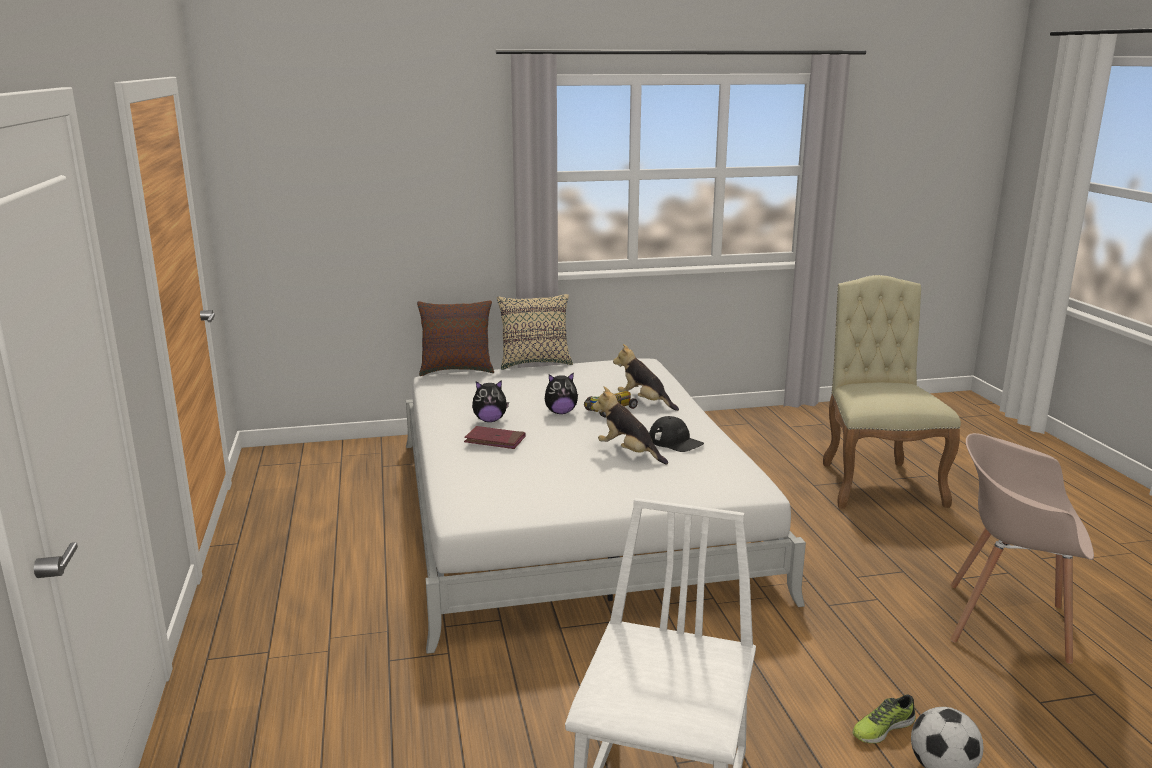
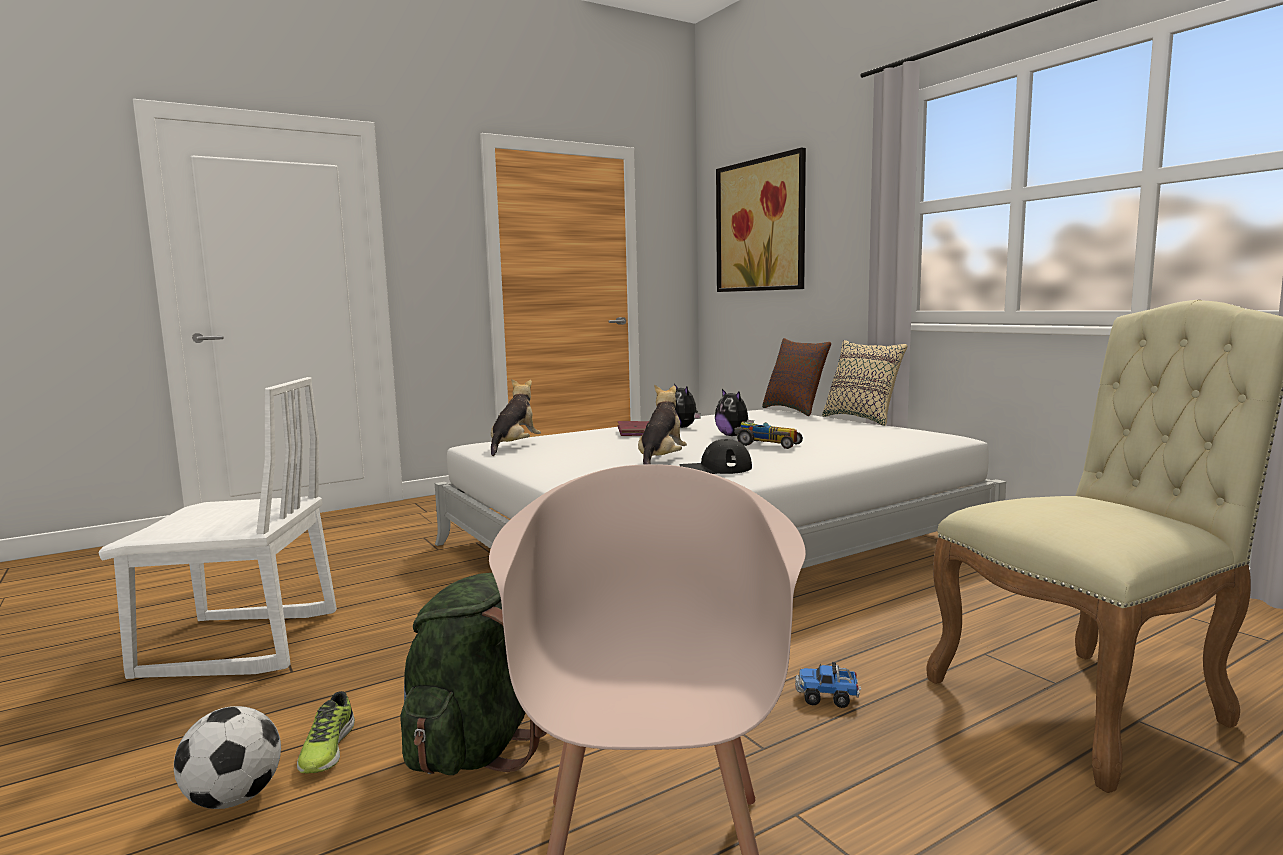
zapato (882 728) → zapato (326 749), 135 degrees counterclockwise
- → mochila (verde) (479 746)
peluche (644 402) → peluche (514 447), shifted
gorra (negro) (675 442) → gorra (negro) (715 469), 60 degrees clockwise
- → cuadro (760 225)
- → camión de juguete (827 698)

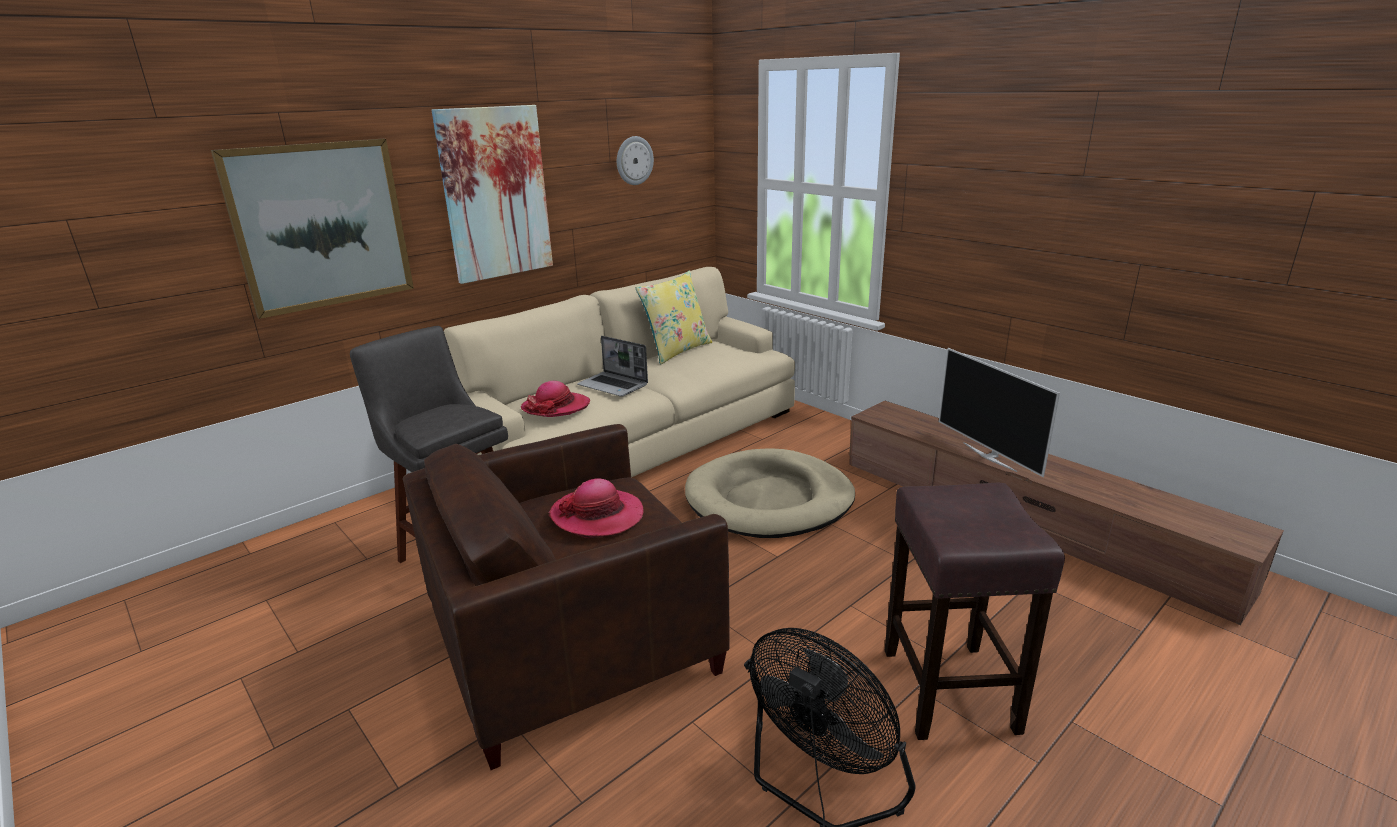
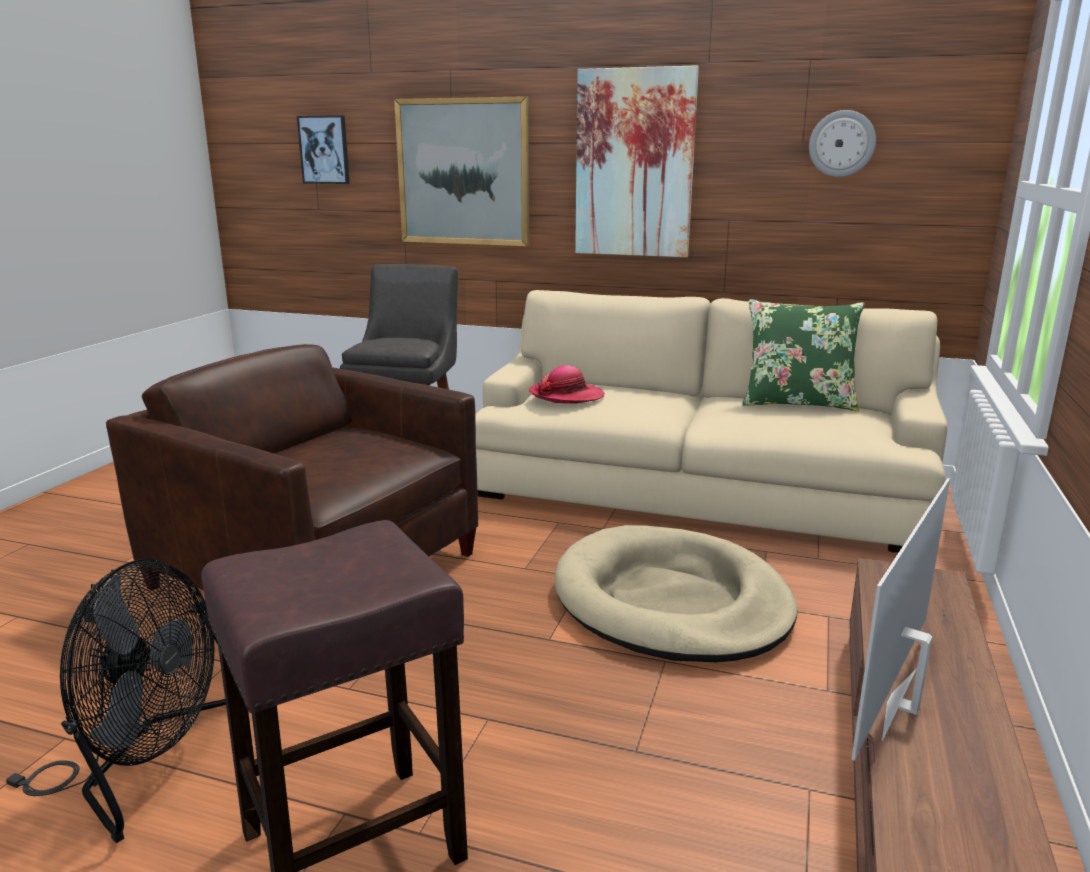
- → cuadro (324 150)
cojín (amarillo) (676 350) → cojín (verde) (797 403)
sombrero (597 516) → -
portátil (614 385) → -

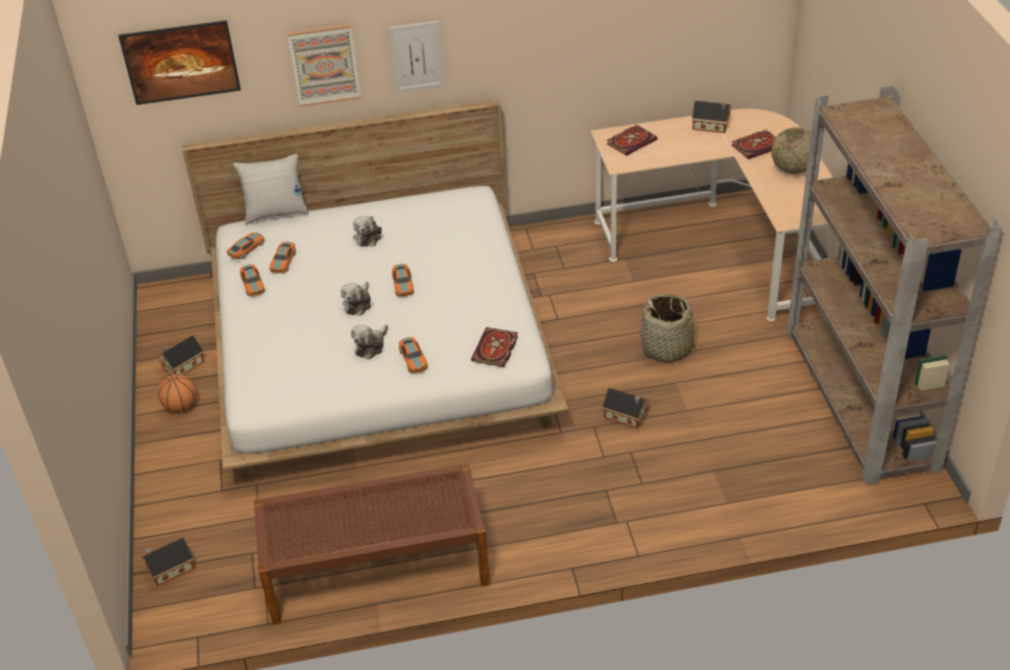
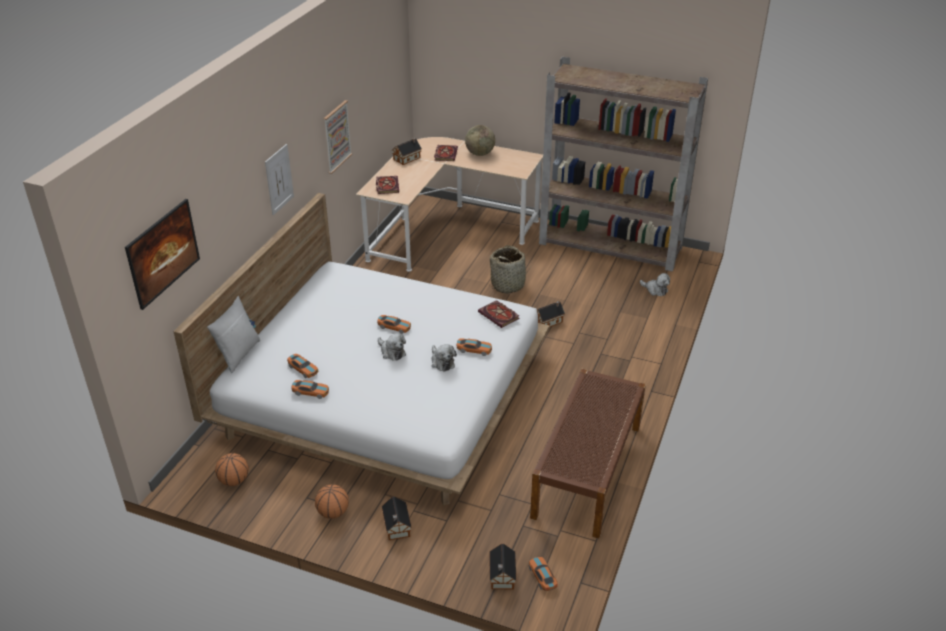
- → balón de baloncesto (234 481)
cuadro (324 64) → cuadro (337 136), shifted
casita (182 365) → casita (396 527), shifted
coche de juguete (246 249) → coche de juguete (542 576), shifted
peluche (368 236) → peluche (655 290), shifted

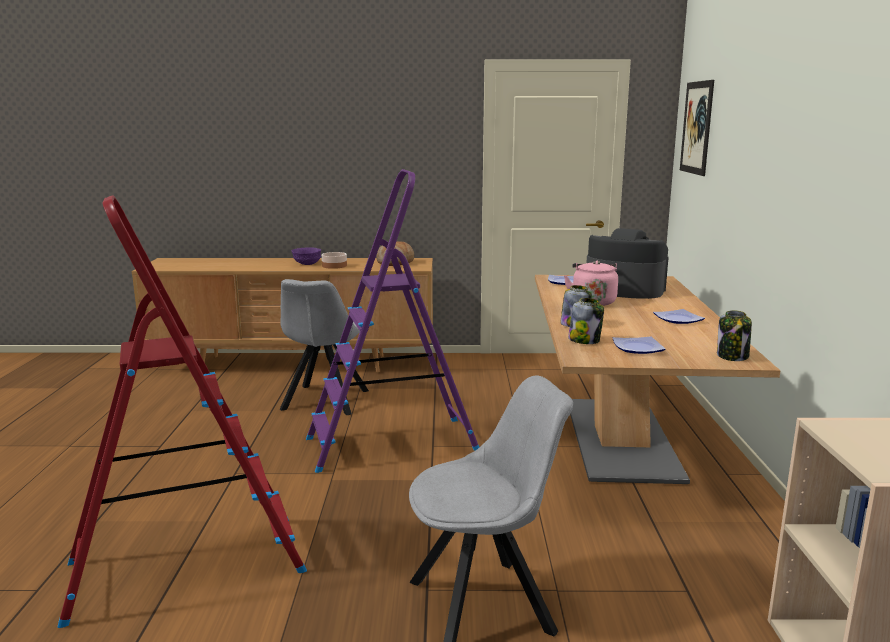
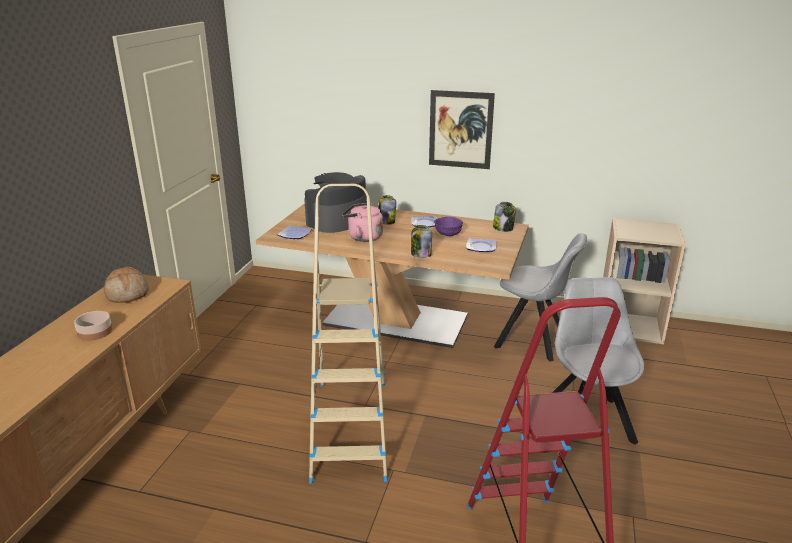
escalera de tijera (morado) (390 444) → escalera de tijera (beis) (351 428)
tarro (584 340) → tarro (386 221), shifted
cuadro (696 127) → cuadro (460 130), shifted
cuenco (morado) (307 263) → cuenco (morado) (447 234), shifted
silla (gris) (324 401) → silla (gris) (532 340), shifted

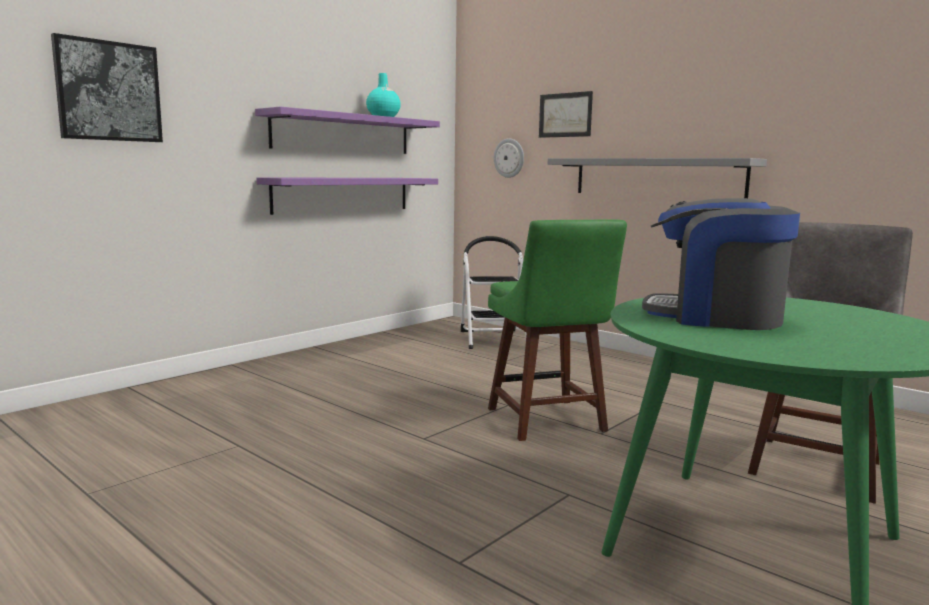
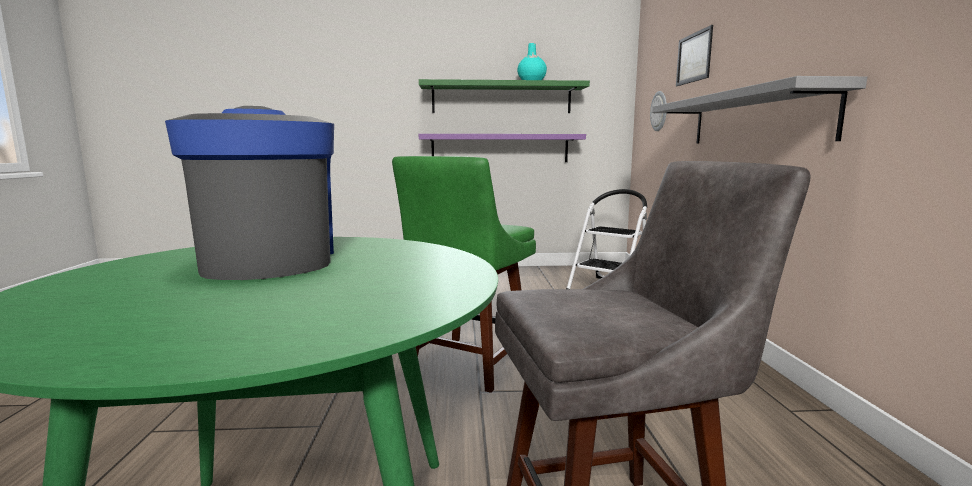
estante (morado) (343 133) → estante (verde) (501 98)
cuadro (108 91) → -

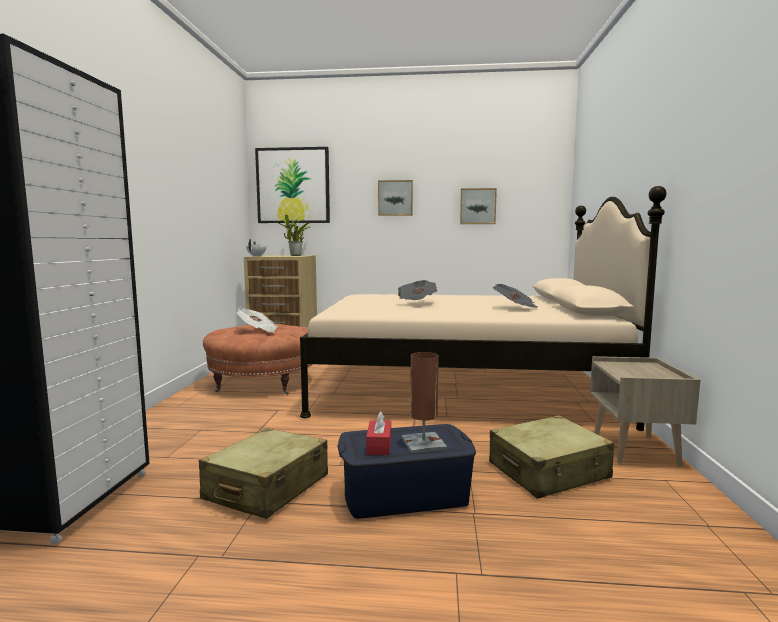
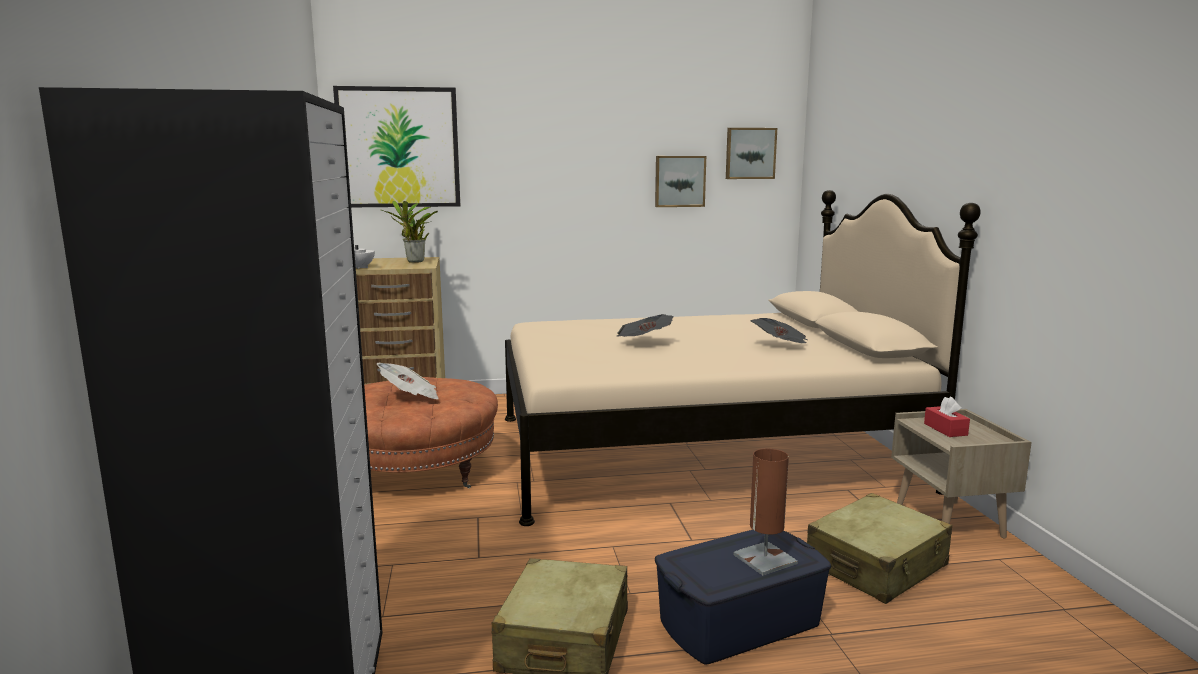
cuadro (395 198) → cuadro (750 153), shifted
caja de pañuelos (rojo) (379 445) → caja de pañuelos (rojo) (945 429), shifted

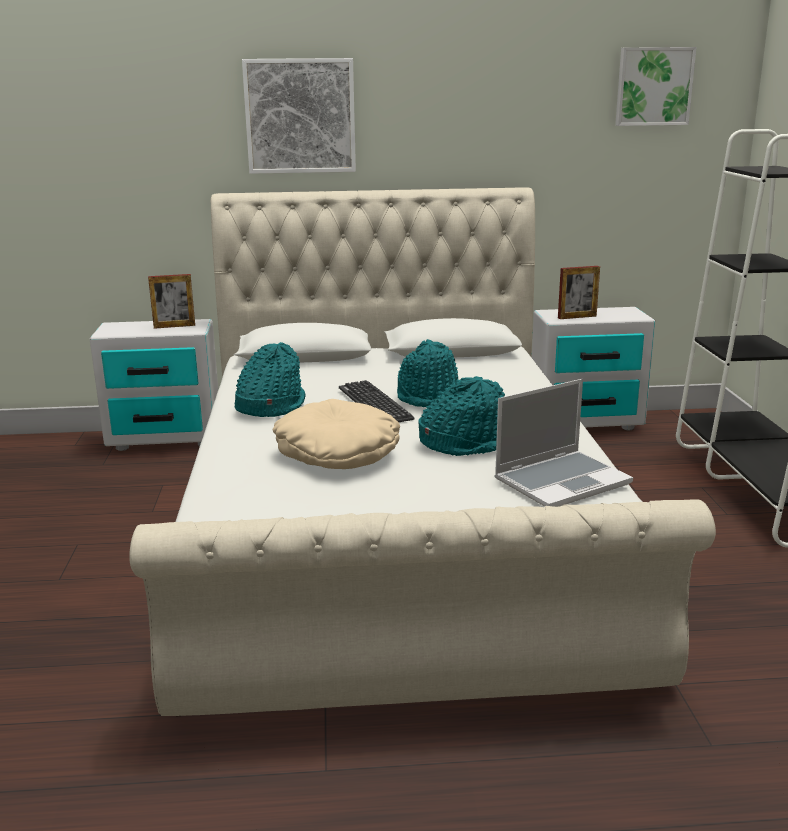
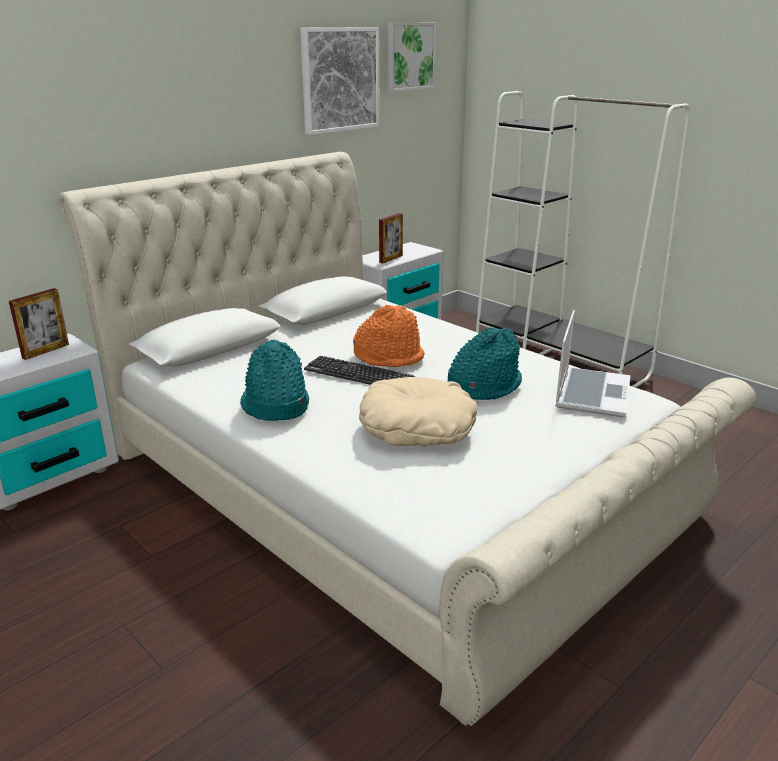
cuadro (300 116) → cuadro (340 80), shifted
sombrero (turquesa) (430 398) → sombrero (naranja) (389 356)

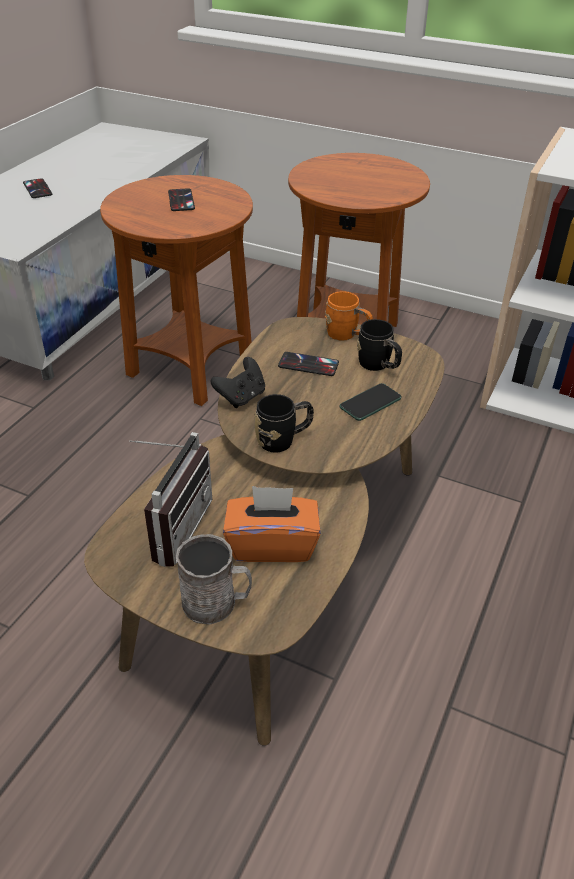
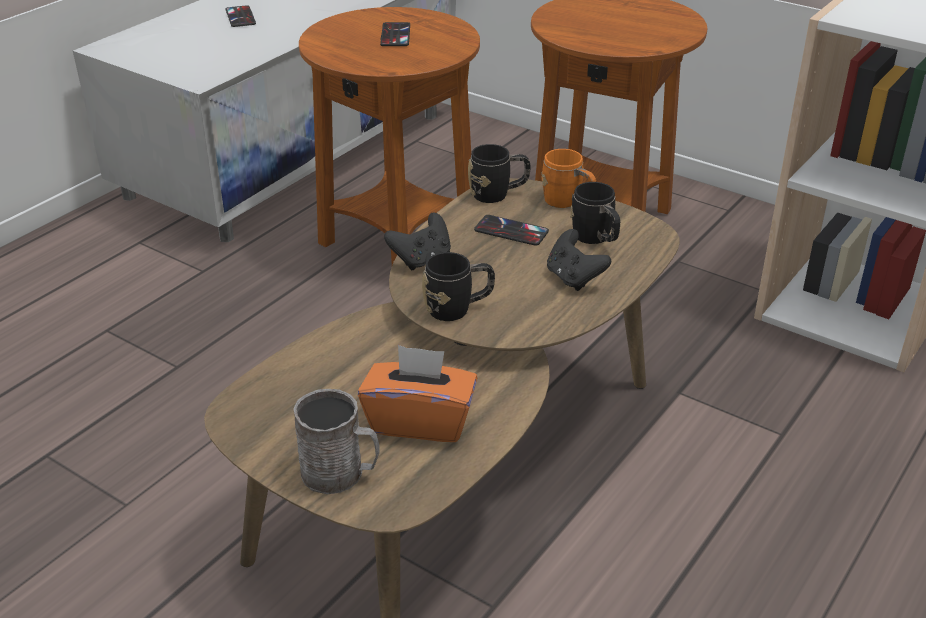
- → taza grande (negro) (498 194)
móvil (370 403) → mando de consola (negro) (574 278)
radio (172 527) → -

